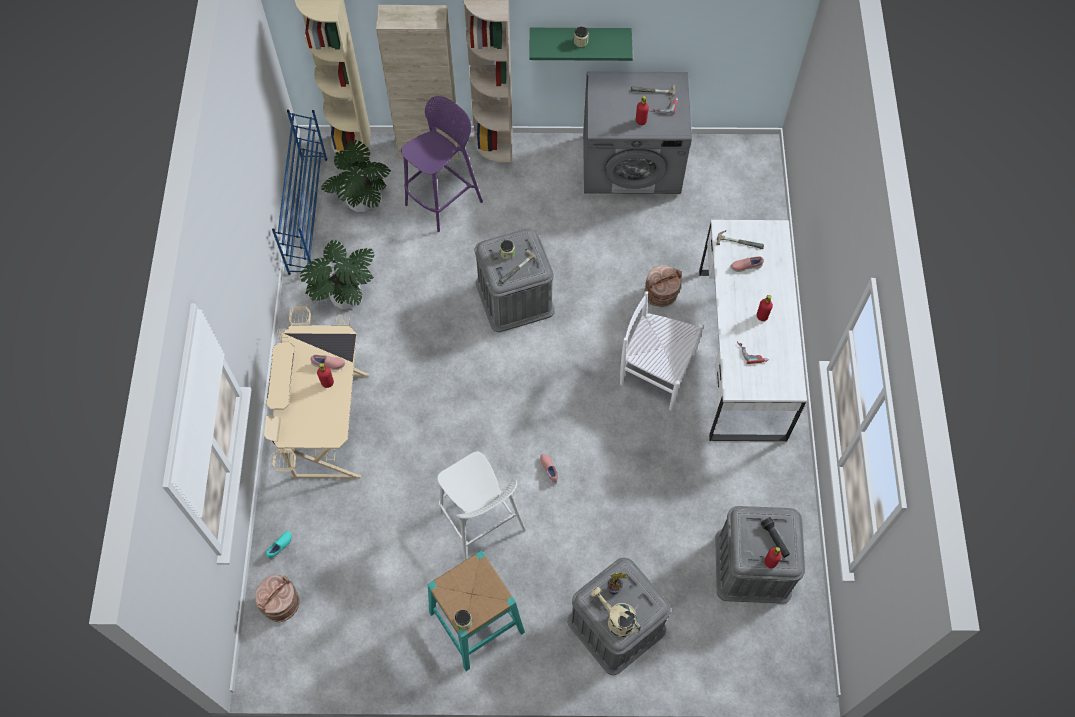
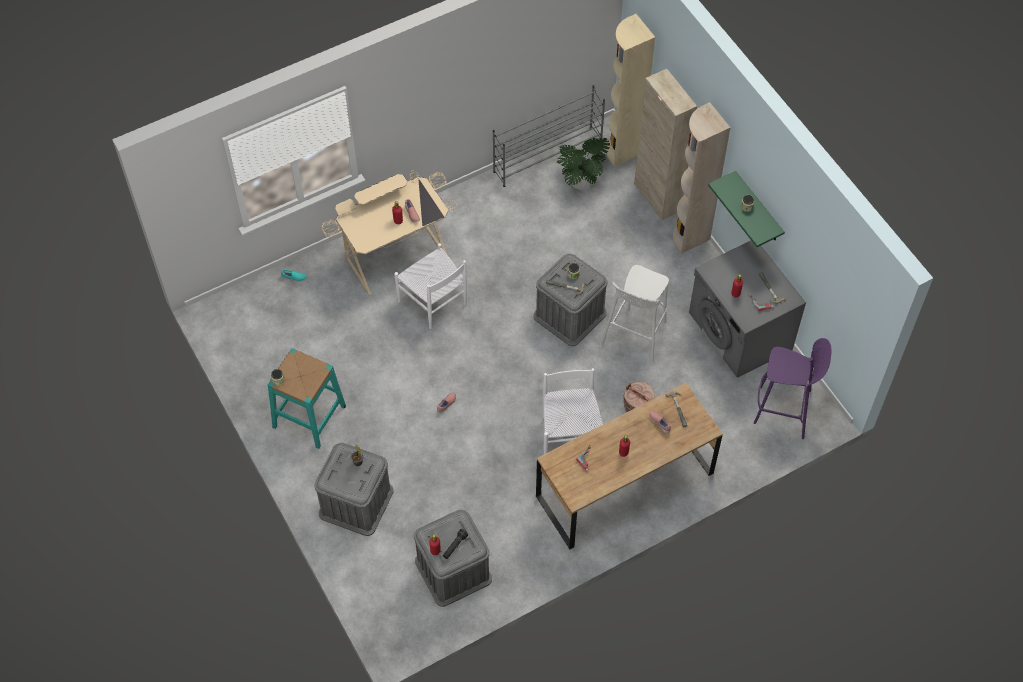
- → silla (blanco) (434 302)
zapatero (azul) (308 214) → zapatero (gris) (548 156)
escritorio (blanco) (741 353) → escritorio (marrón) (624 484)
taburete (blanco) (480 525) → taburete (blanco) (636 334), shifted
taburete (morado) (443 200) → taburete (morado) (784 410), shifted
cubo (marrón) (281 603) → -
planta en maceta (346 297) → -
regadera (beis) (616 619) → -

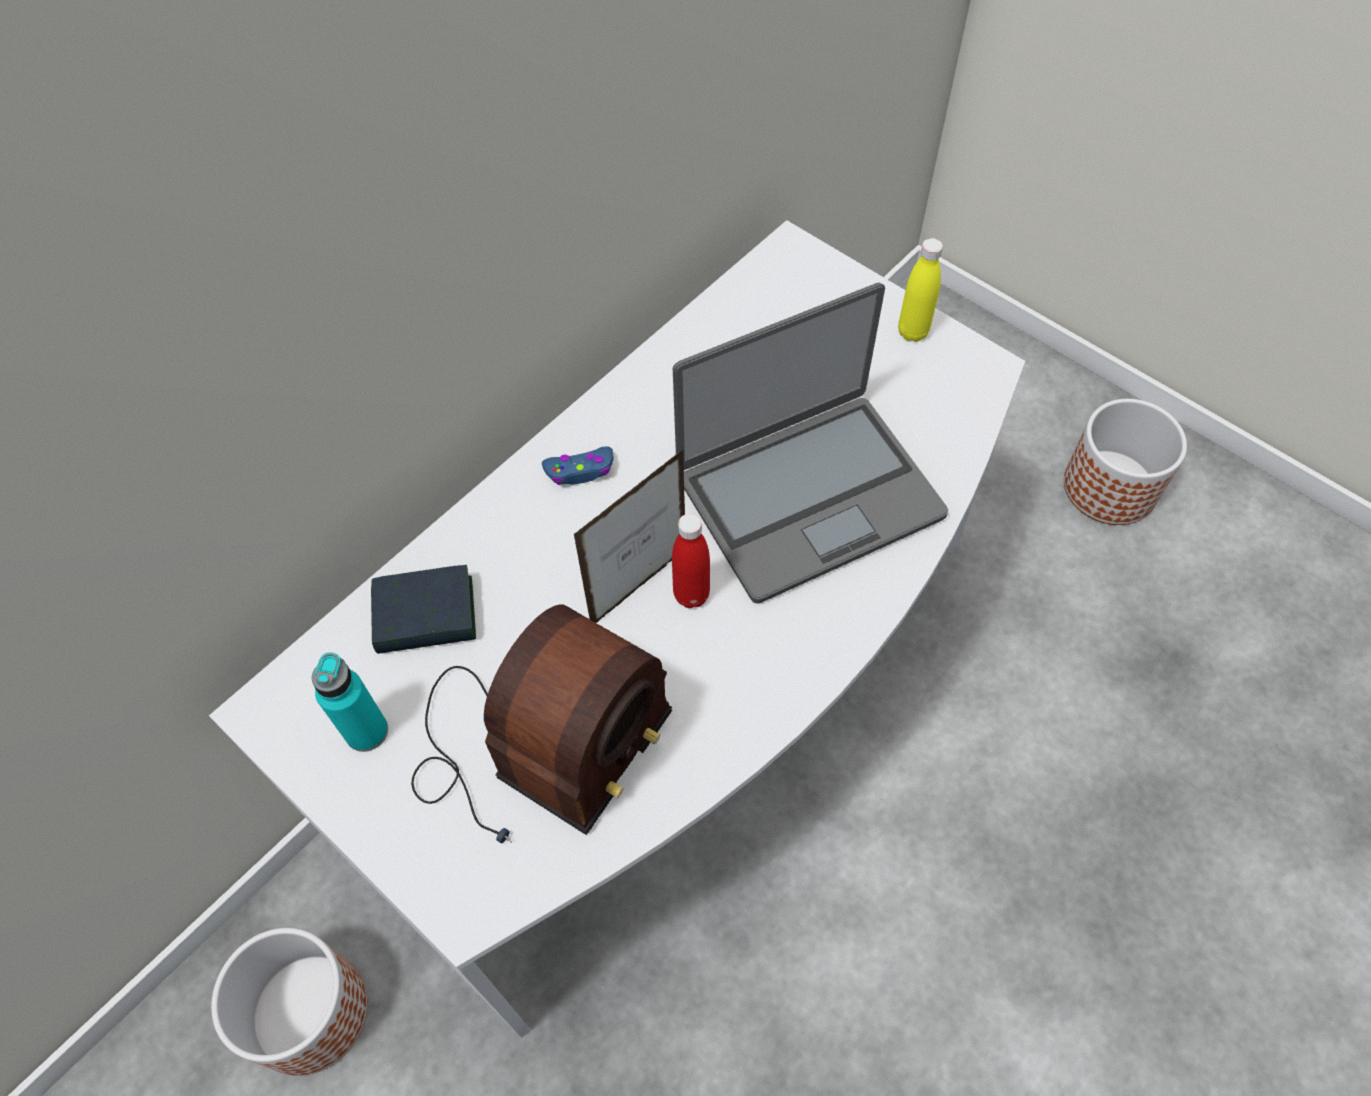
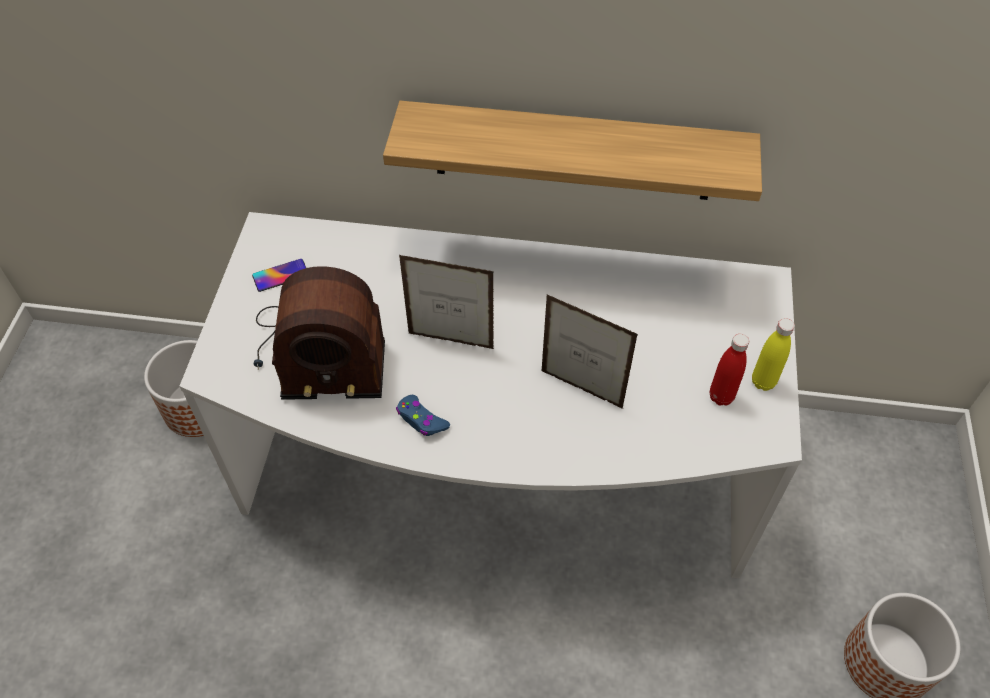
botella (turquesa) (366 731) → móvil (280 275)
- → estante (573 151)
mando de consola (azul) (580 471) → mando de consola (azul) (421 420), shifted
portátil (808 495) → portarretratos (581 389)
botella (rojo) (691 595) → botella (rojo) (721 397), shifted
libro (426 616) → -

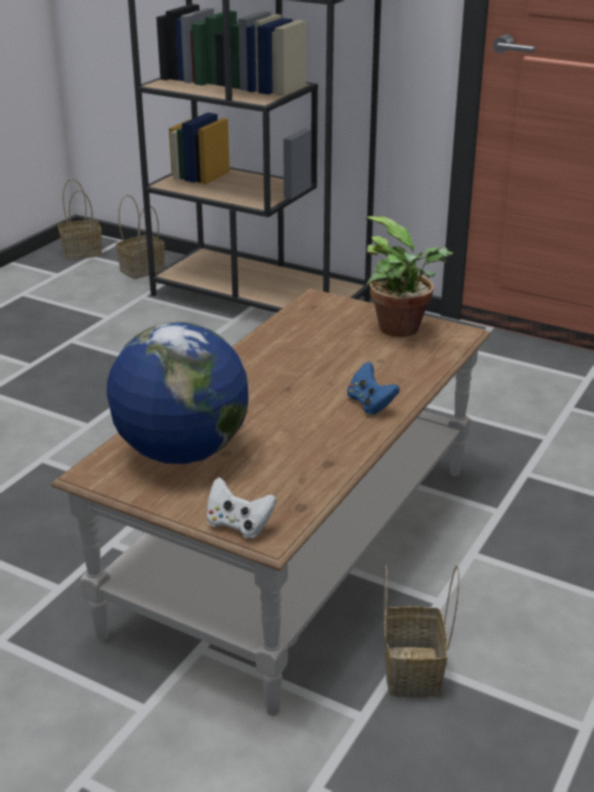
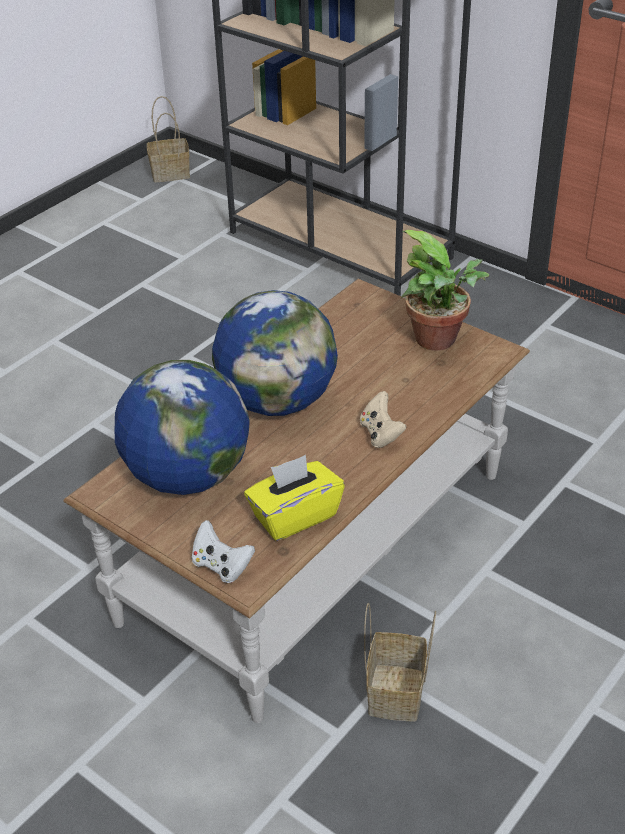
- → globo terráqueo (277 401)
- → caja de pañuelos (amarillo) (294 516)
mando de consola (azul) (370 404) → mando de consola (beis) (380 434)
cesta (141 270) → -

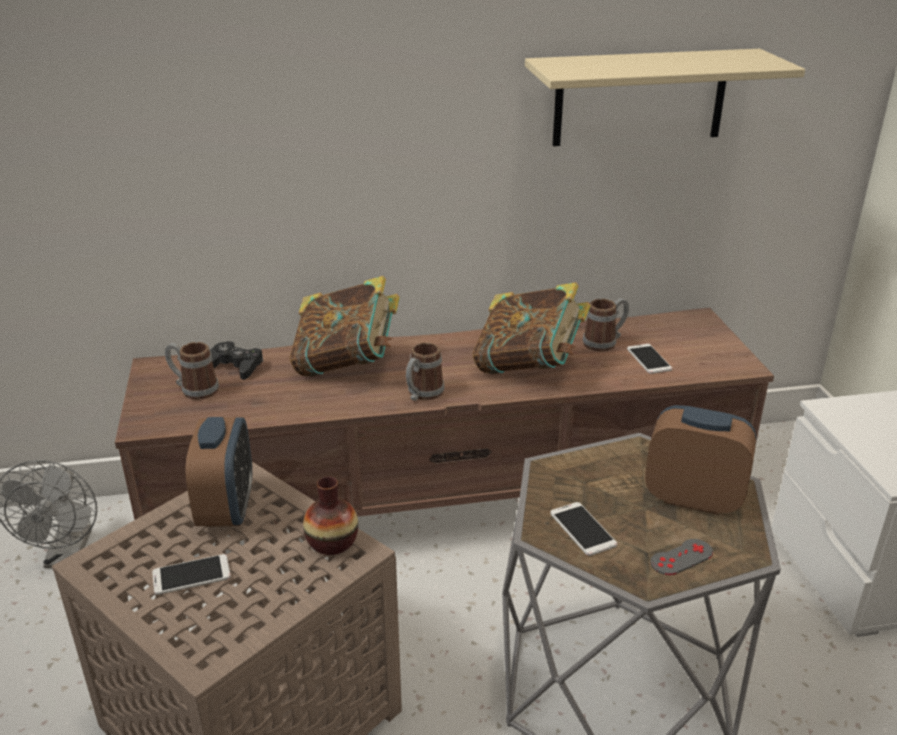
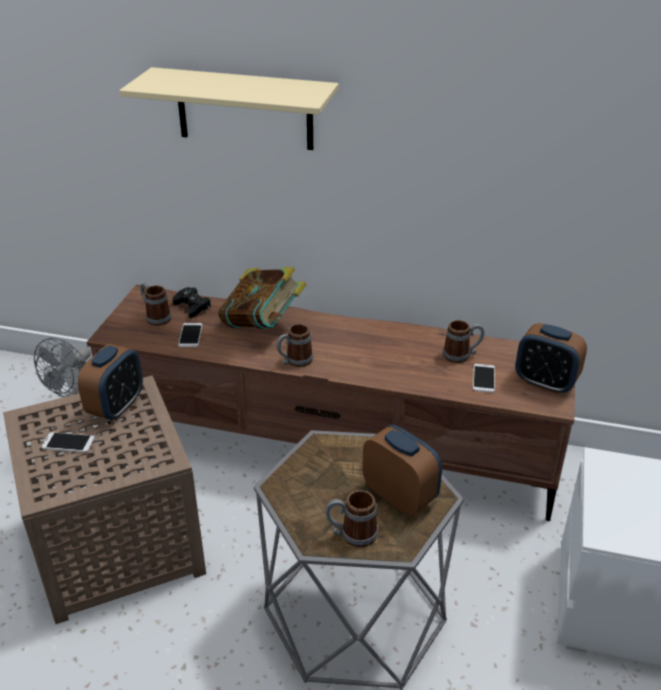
estante (beis) (640 97) → estante (beis) (244 109), shifted
móvil (582 529) → móvil (190 335), shifted
mando de consola (gris) (681 557) → taza grande (352 534)
- → despertador (545 382)
florero (332 542) → -
libro (529 367) → -

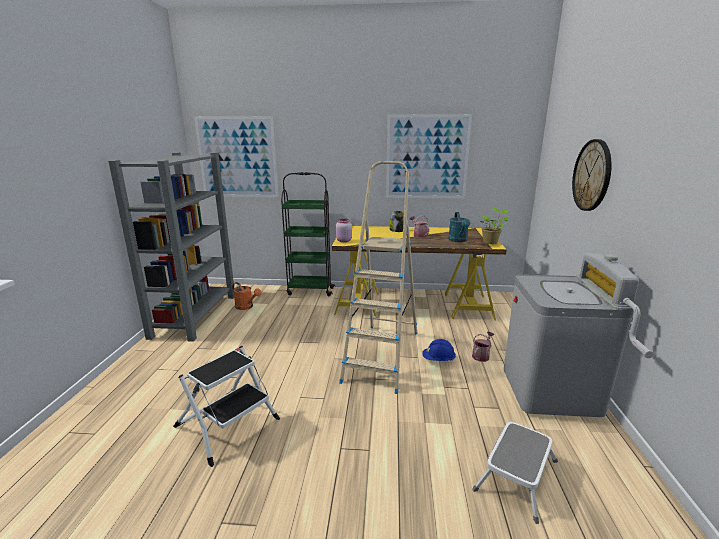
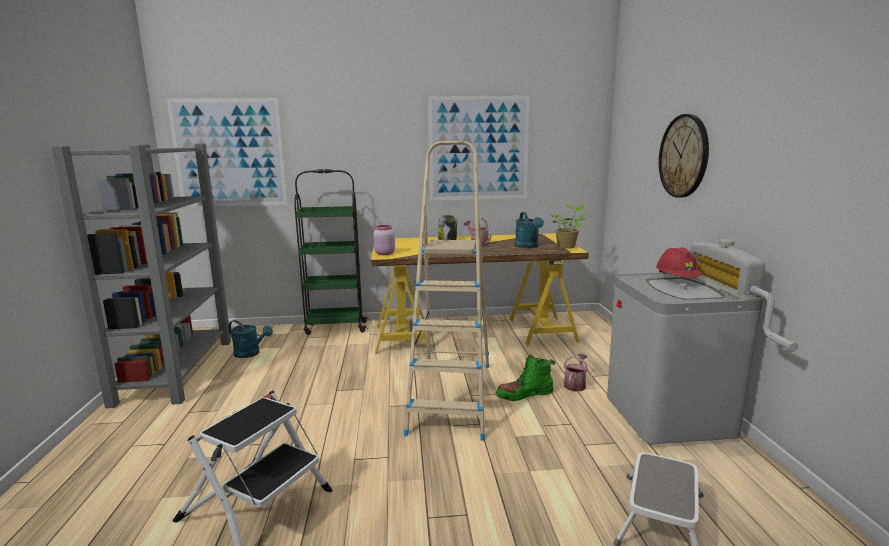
regadera (naranja) (246 307) → regadera (turquesa) (250 354)
casco (azul) (438 360) → bota (verde) (524 395)
- → casco (rojo) (677 279)

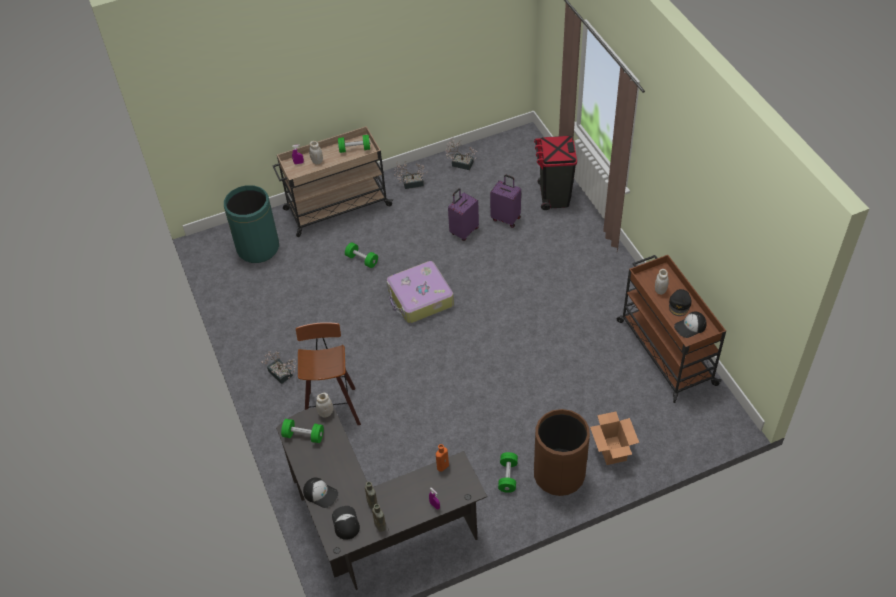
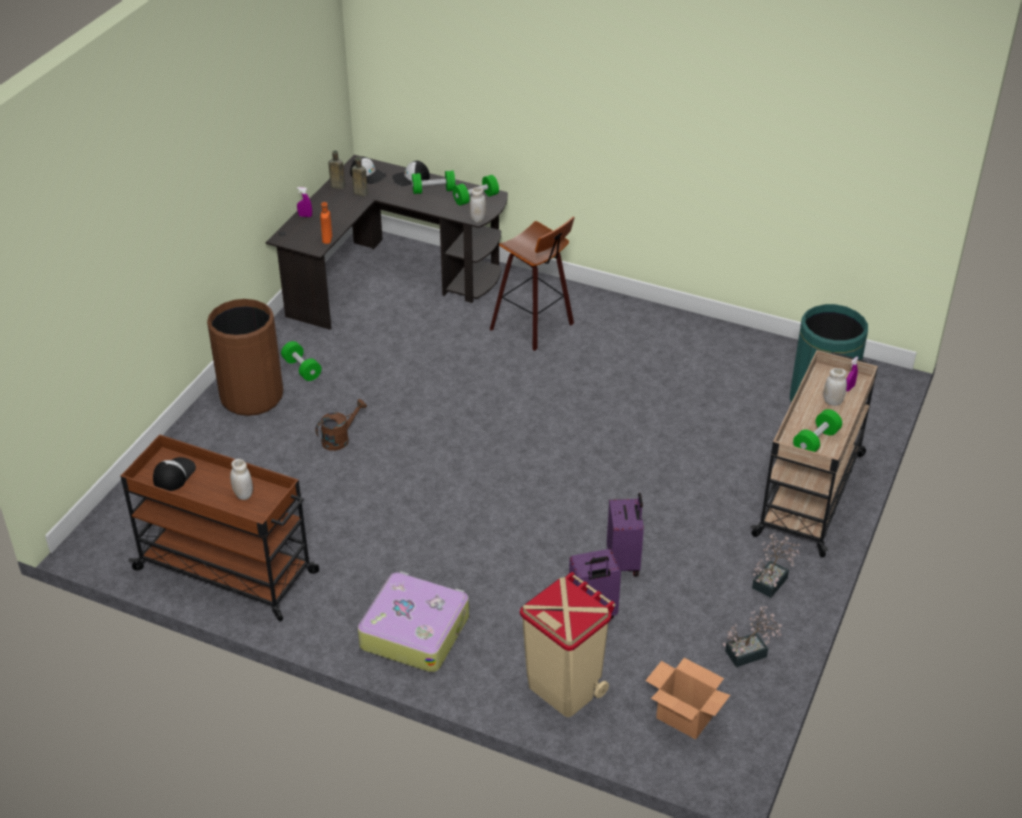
- → regadera (marrón) (340 439)
maleta (420 298) → maleta (414 631), shifted
mancuerna (verde) (362 260) → mancuerna (verde) (433 190), shifted
papelera (negro) (554 196) → papelera (beis) (564 687)
caja de cartón (612 451) → caja de cartón (683 718), shifted
planta en maceta (282 375) → -
gorra (negro) (679 304) → -

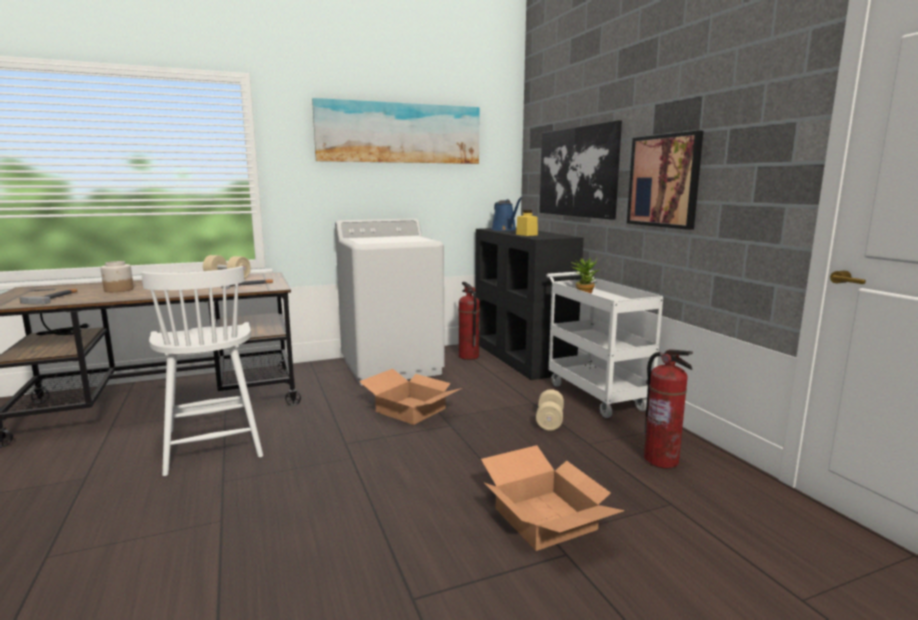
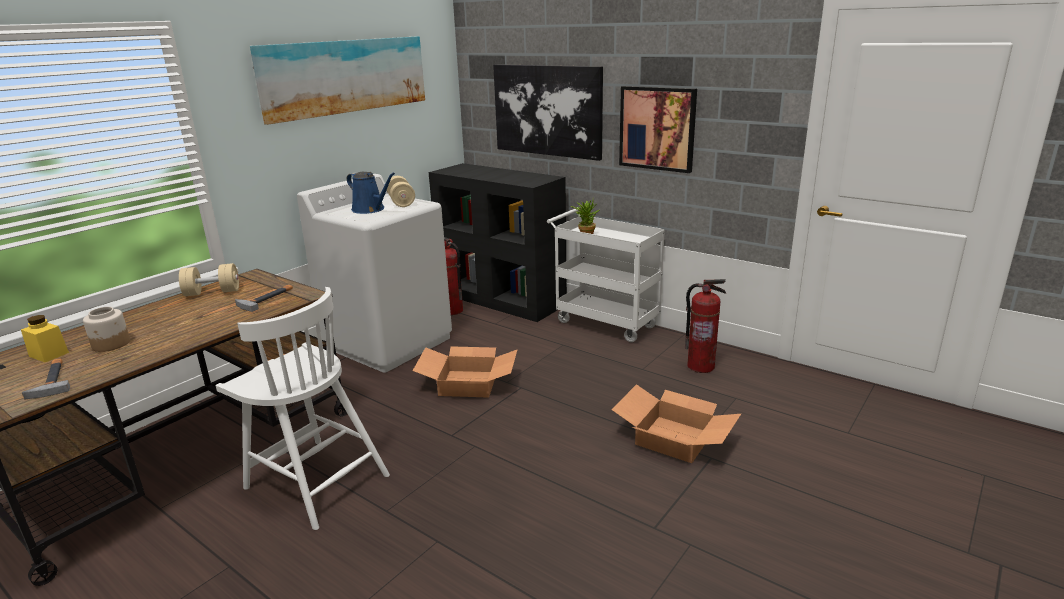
tarro (amarillo) (526 234) → tarro (amarillo) (49 354), shifted
regadera (azul) (505 229) → regadera (azul) (370 209), shifted
mancuerna (beis) (549 421) → mancuerna (beis) (401 202), shifted

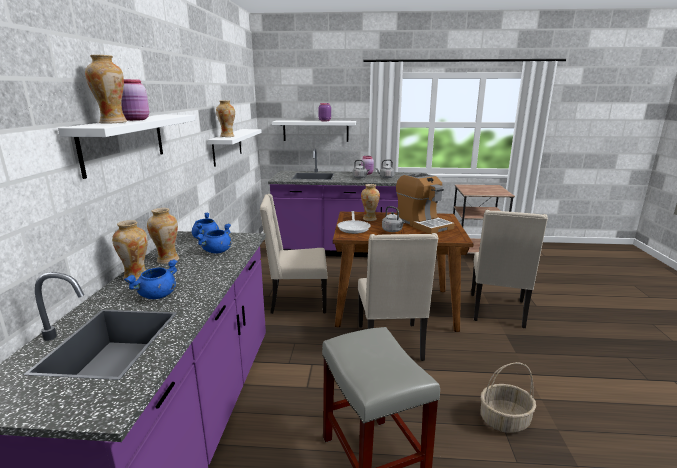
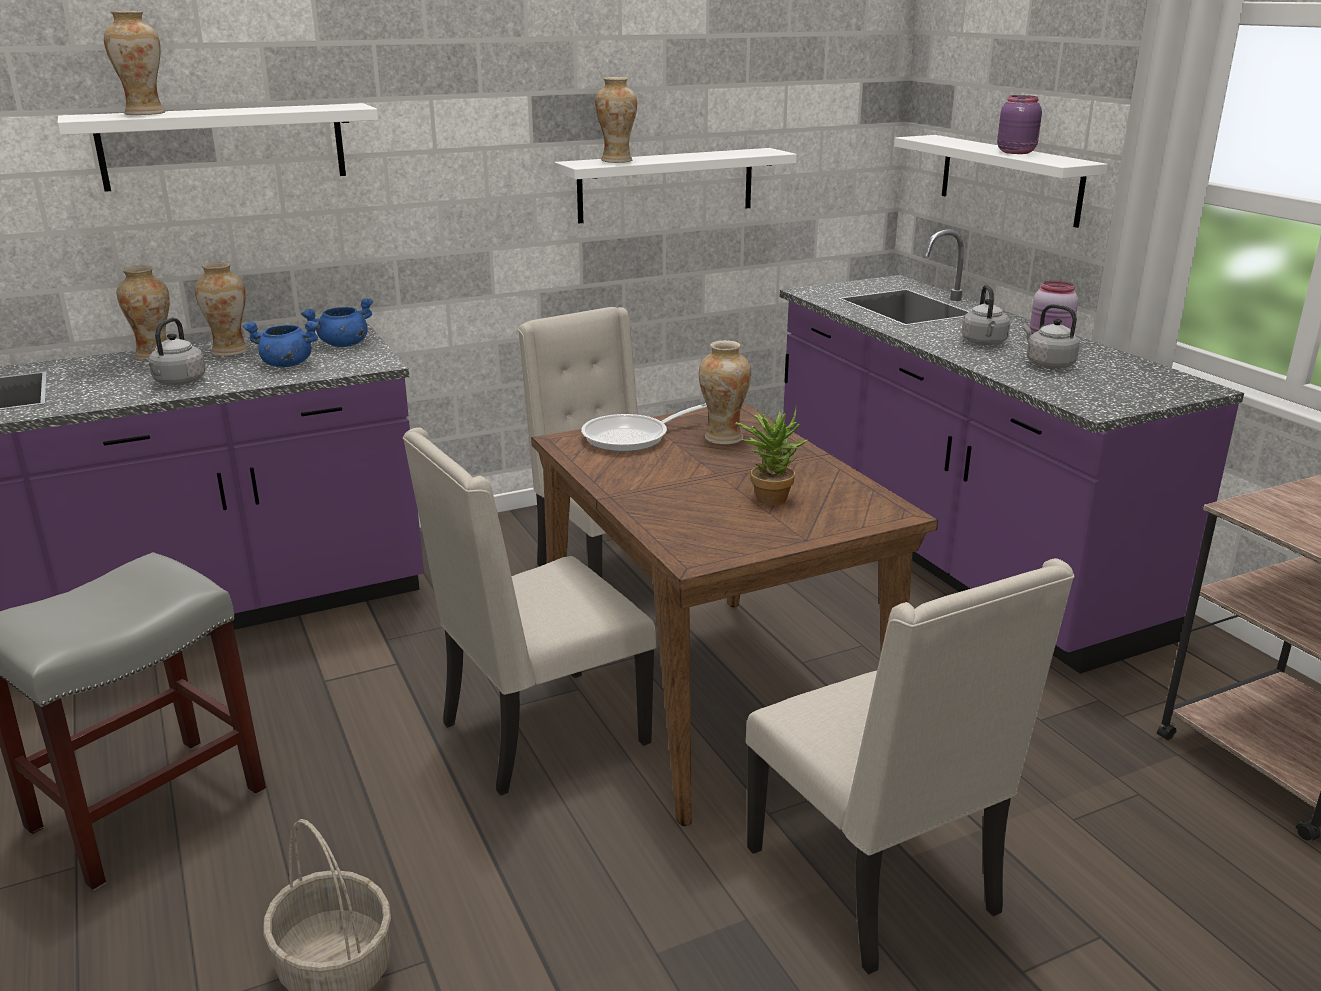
hervidor (gris) (393 231) → hervidor (gris) (178 382), shifted
cafetera (422 223) → planta en maceta (769 496)
silla (beis) (498 311) → silla (beis) (878 882), 105 degrees counterclockwise
tarro (rosa) (135 120) → -
olla (azul) (157 295) → -

